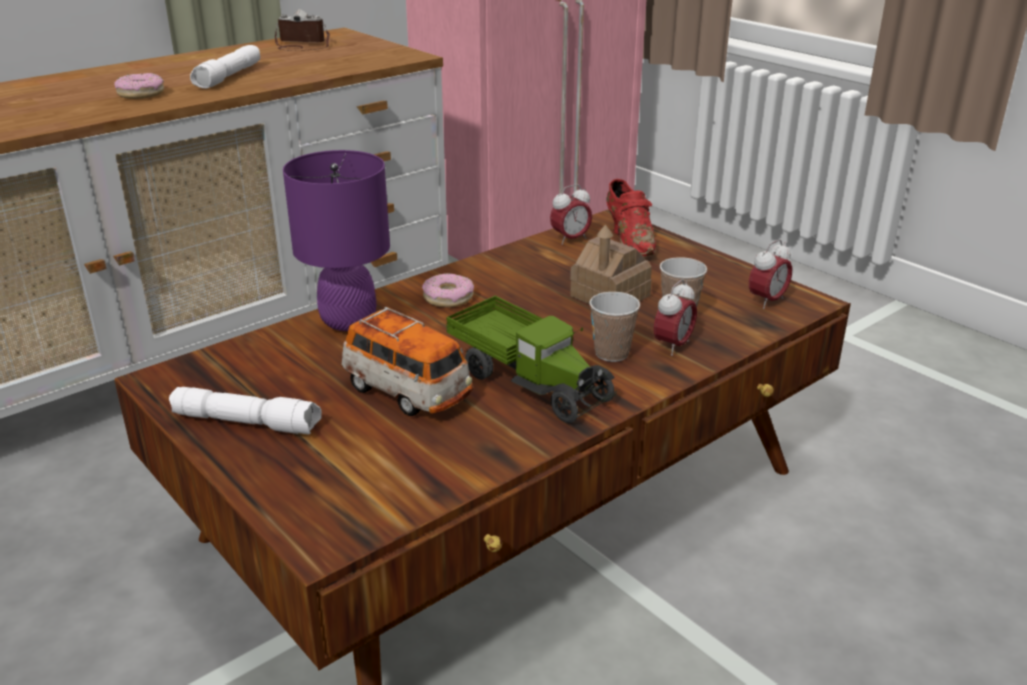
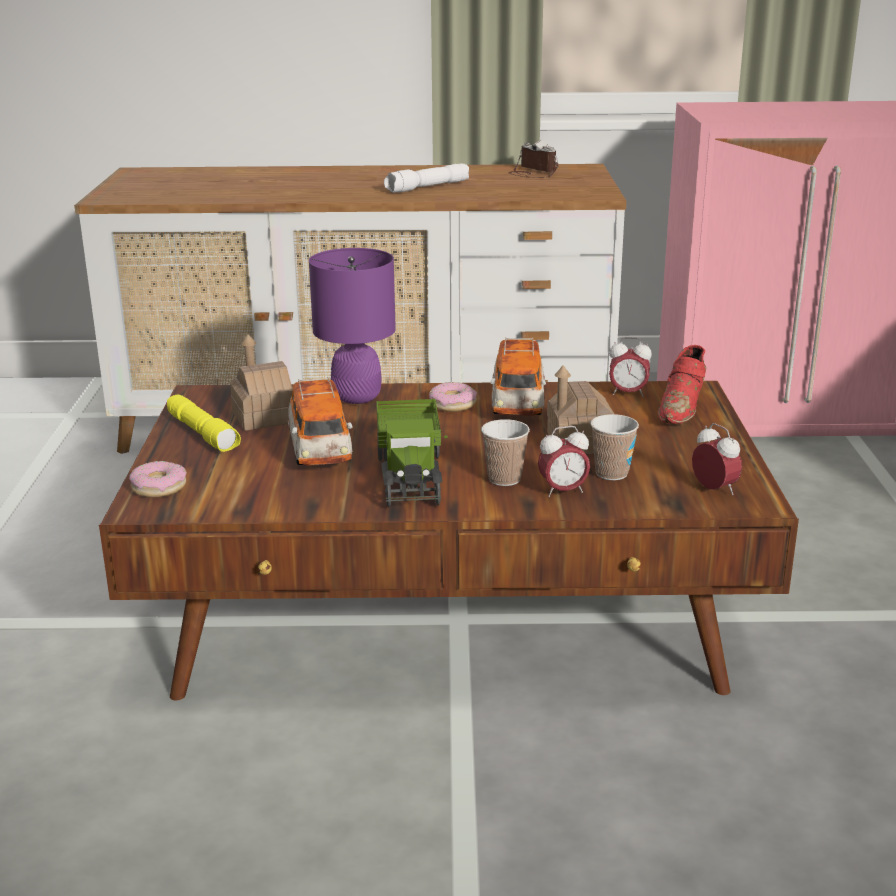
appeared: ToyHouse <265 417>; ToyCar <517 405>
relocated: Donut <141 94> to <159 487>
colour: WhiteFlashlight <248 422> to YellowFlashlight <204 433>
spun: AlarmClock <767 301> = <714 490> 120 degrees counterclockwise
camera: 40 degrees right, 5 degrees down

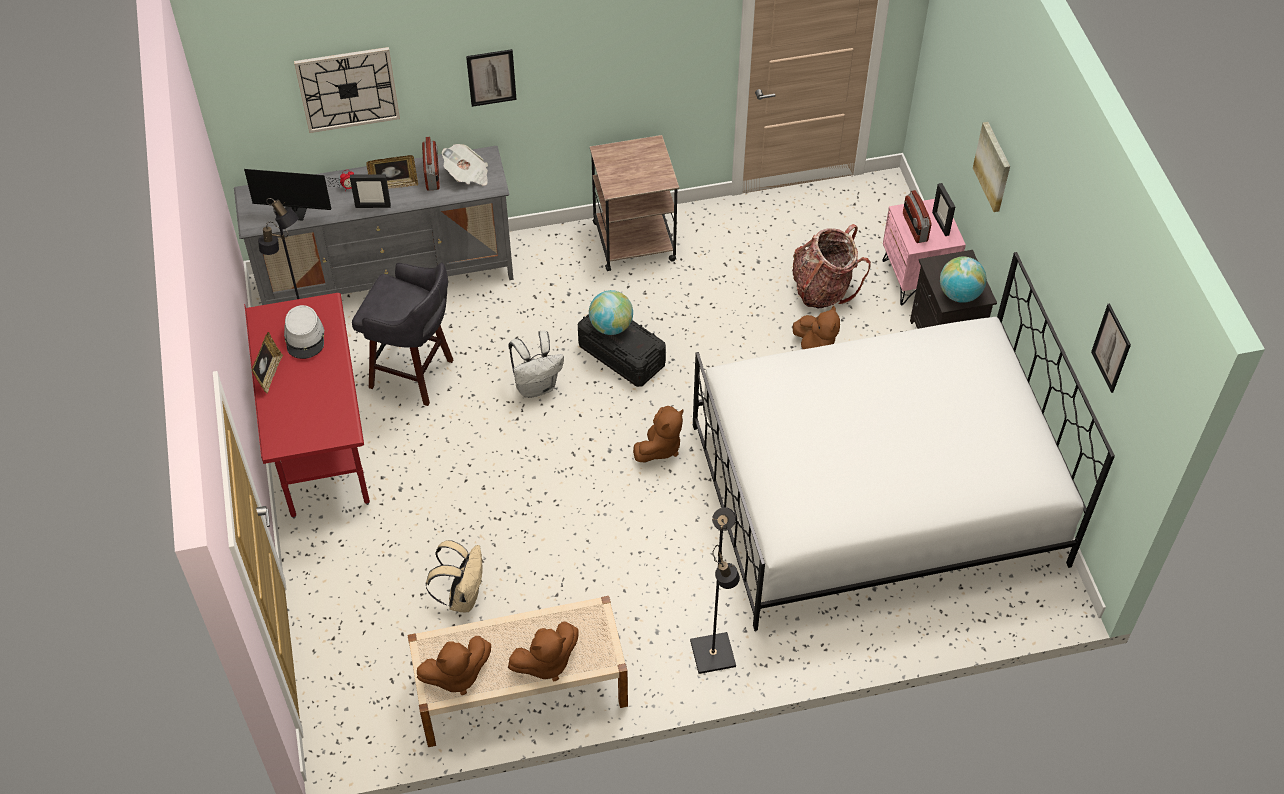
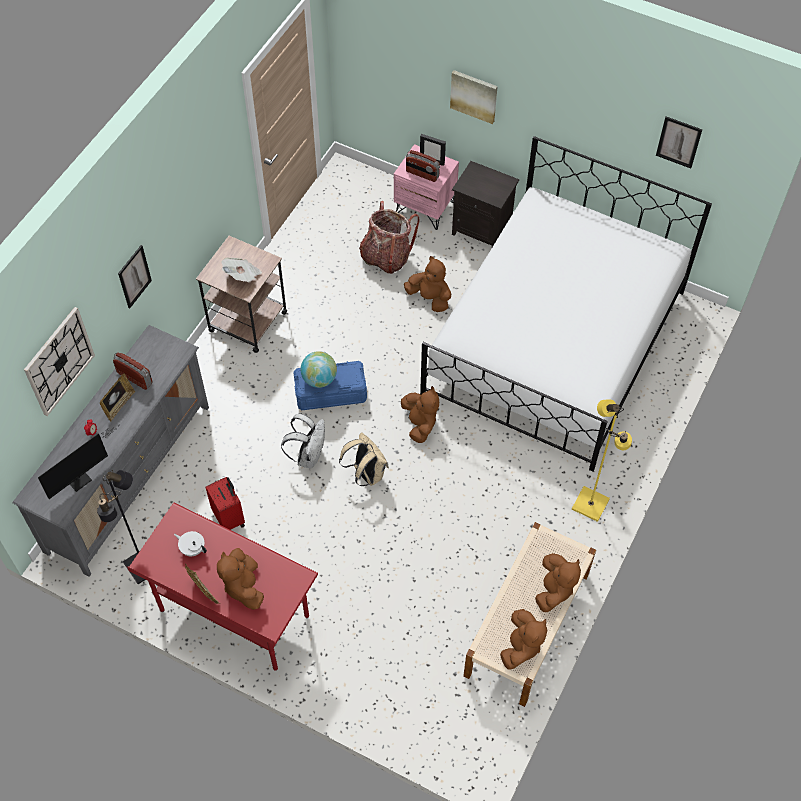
missing: PictureFrame <373 205>; Globe <959 294>
appeared: BrownPlushToy <243 586>
relocated: Newspaper <467 175> to <242 275>; BeigeBackpack <462 596> to <366 474>
exchanged: GreyStool <415 375> to RedSuitcase <229 518>; GreyHat <305 337> to WhiteTeapot <192 548>
colour: BlackStorageBox <621 355> to BlueStorageBox <330 393>; BlackFloorLamp <712 654> to YellowFloorLamp <590 504>
camera: 50 degrees left, 5 degrees up

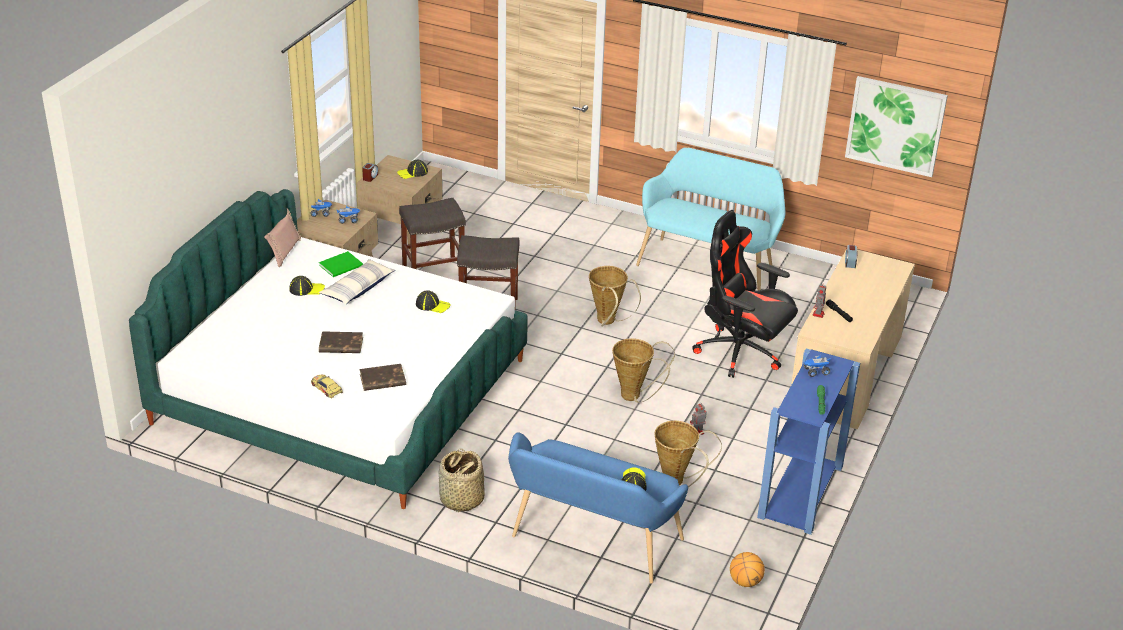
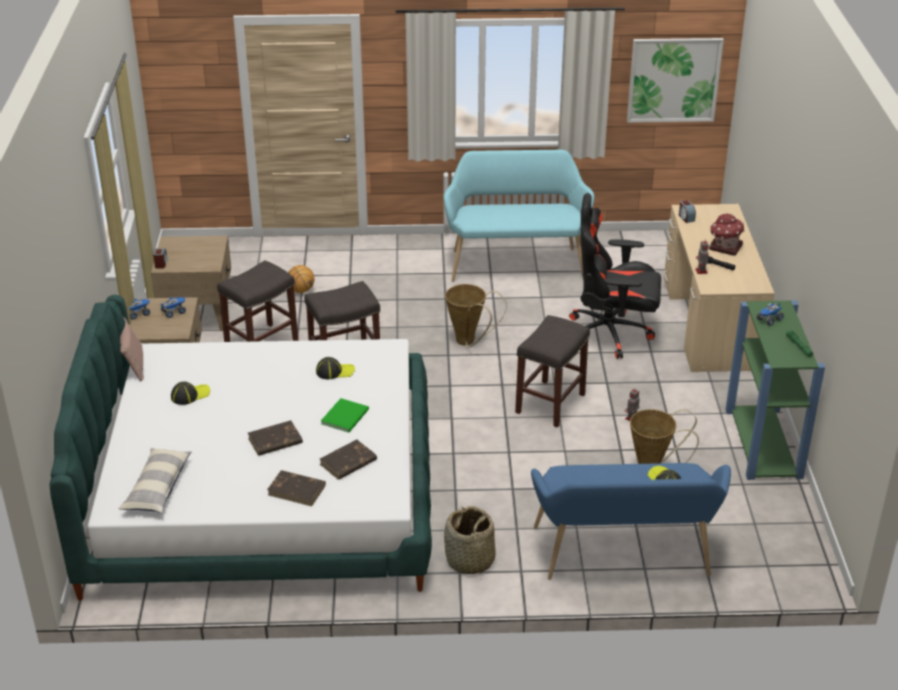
missing: Cap <412 173>
appeared: ToyHouse <725 247>
relocated: GreenBook <342 265> to <346 416>; Pillow <358 288> to <157 488>; Basketball <745 582> to <301 290>
exchanged: Basket <635 396> to GreyStool <550 404>; ToyCar <326 388> to BrownBook <297 490>
colour: BlueBookcase <800 492> to GreenBookcase <763 443>
camera: 25 degrees left, 0 degrees up

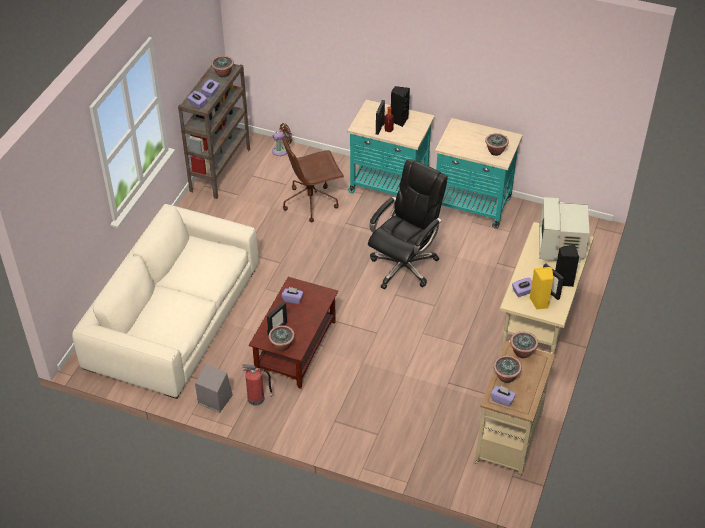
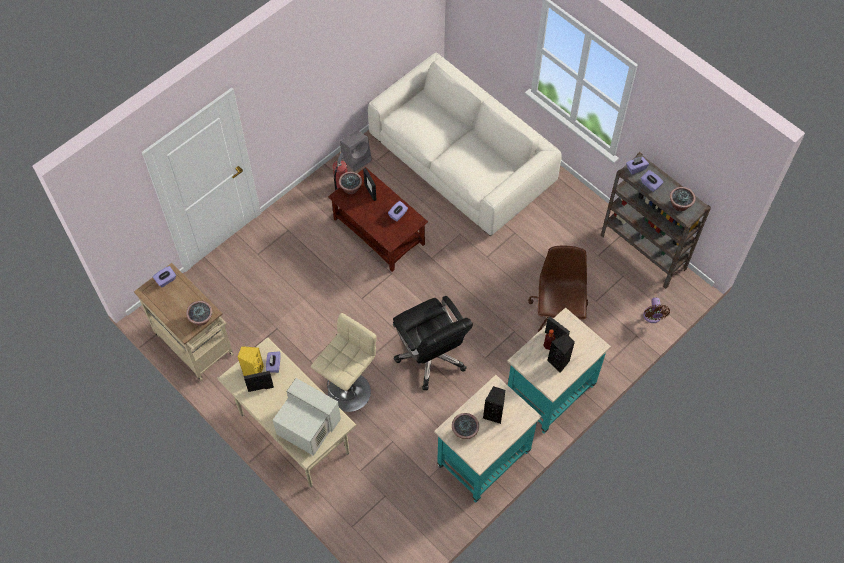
missing: PottedPlant <506 377>
appeared: BeigeStool <349 392>
relocated: BlackSpeaker <563 280> to <494 414>
camera: 115 degrees right, 15 degrees up

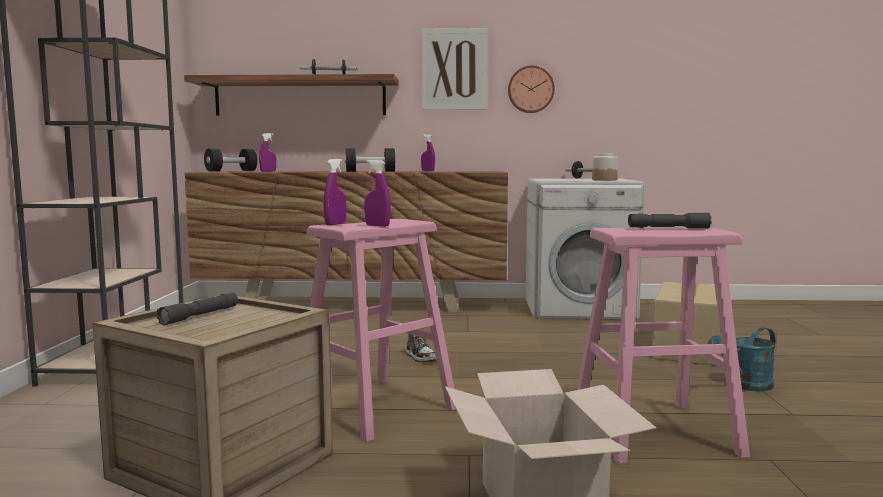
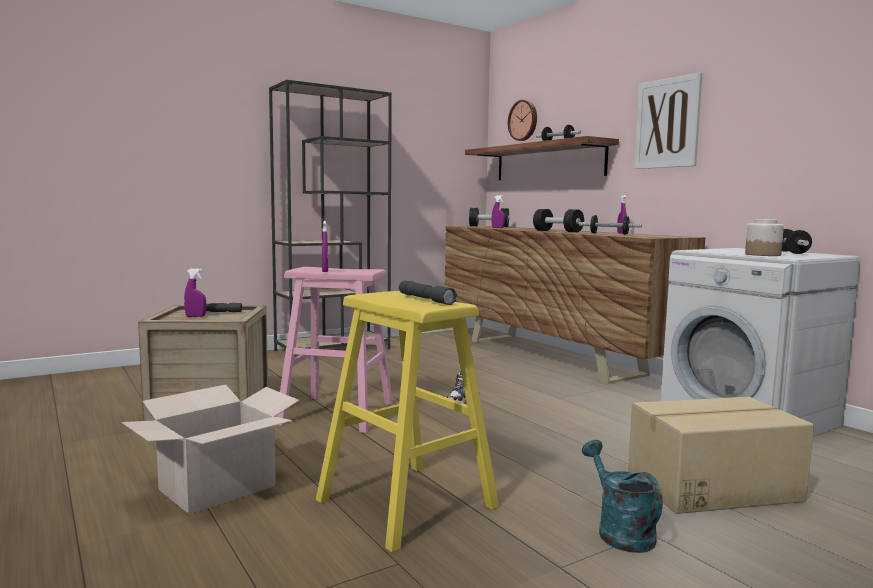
appeared: Dumbbell <609 234>
relocated: WallClock <530 89> to <523 120>; PurpleSprayBottle <335 224> to <195 316>
colour: PinkStool <654 431> to YellowStool <407 503>
spun: TurquoiseWateringCan <745 386> = <619 531> 45 degrees clockwise
camera: 55 degrees right, 0 degrees up

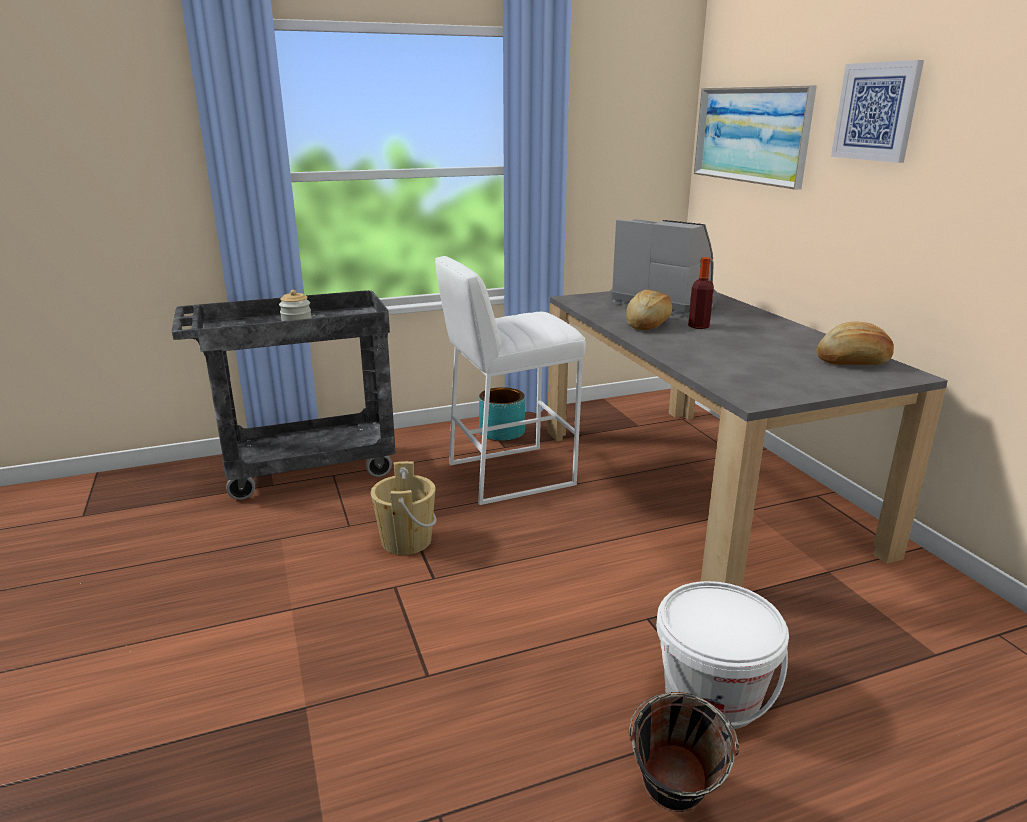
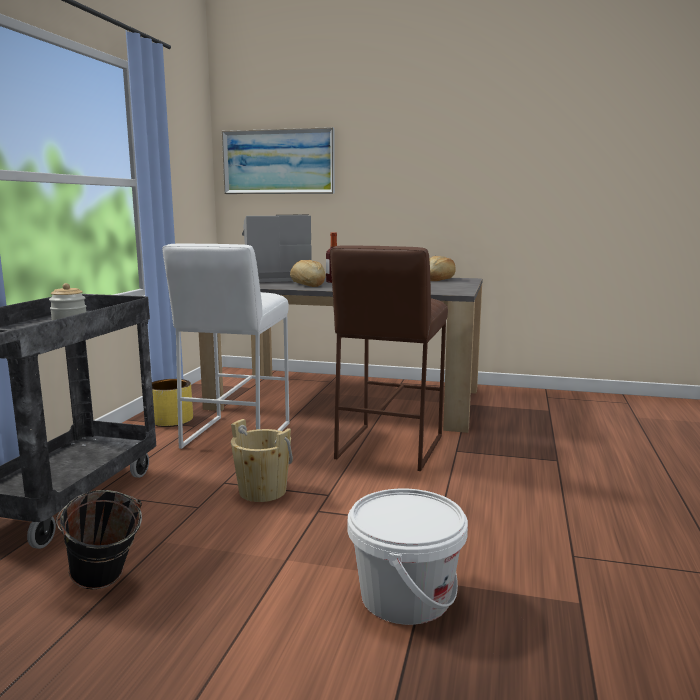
missing: Picture <876 111>
appeared: BrownStool <389 448>
relocated: WhiteBucket <712 694> to <405 596>; BlackBucket <672 807> to <104 585>
colour: TurquoisePlanter <502 433> to YellowPlanter <171 420>
camera: 55 degrees left, 10 degrees down

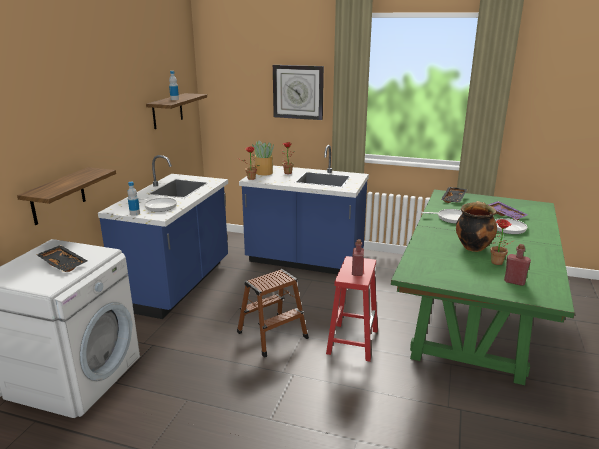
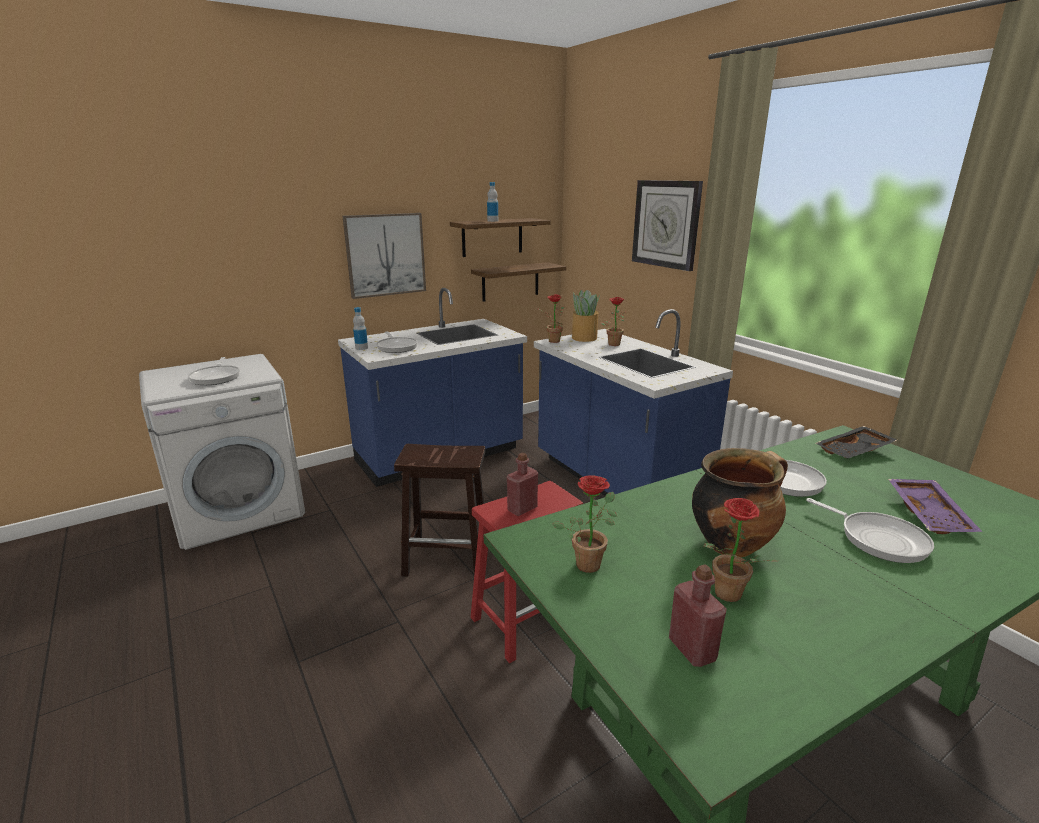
appeared: Picture <385 255>; PottedPlant <589 561>
relocated: Shelf <58 196> to <510 281>
exchanged: BlackTray <64 263> to FryingPan <216 377>; BrownStepLadder <272 334> to BrownStool <448 558>
camera: 40 degrees right, 0 degrees up

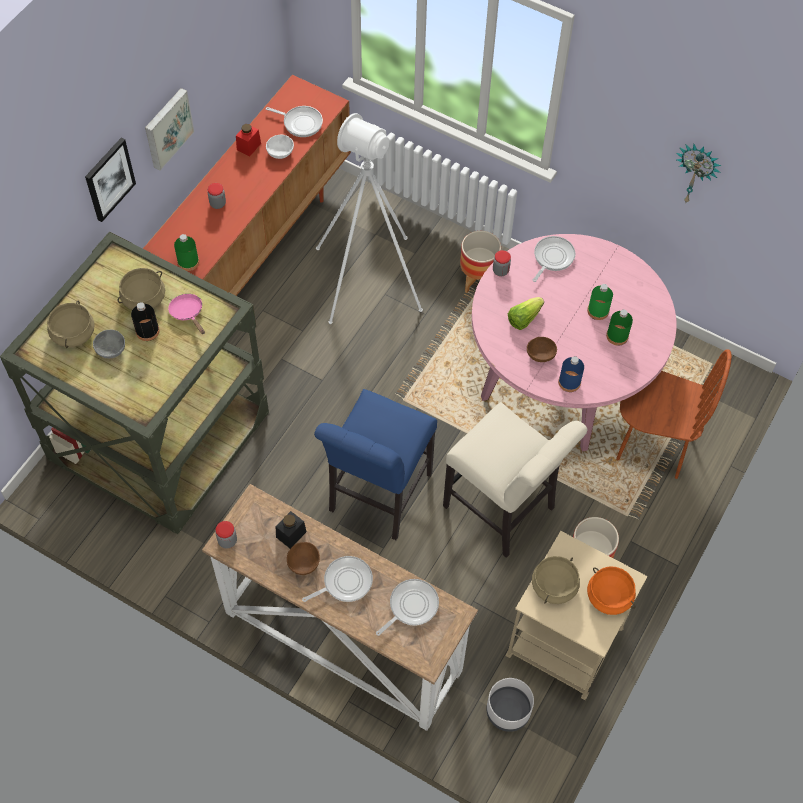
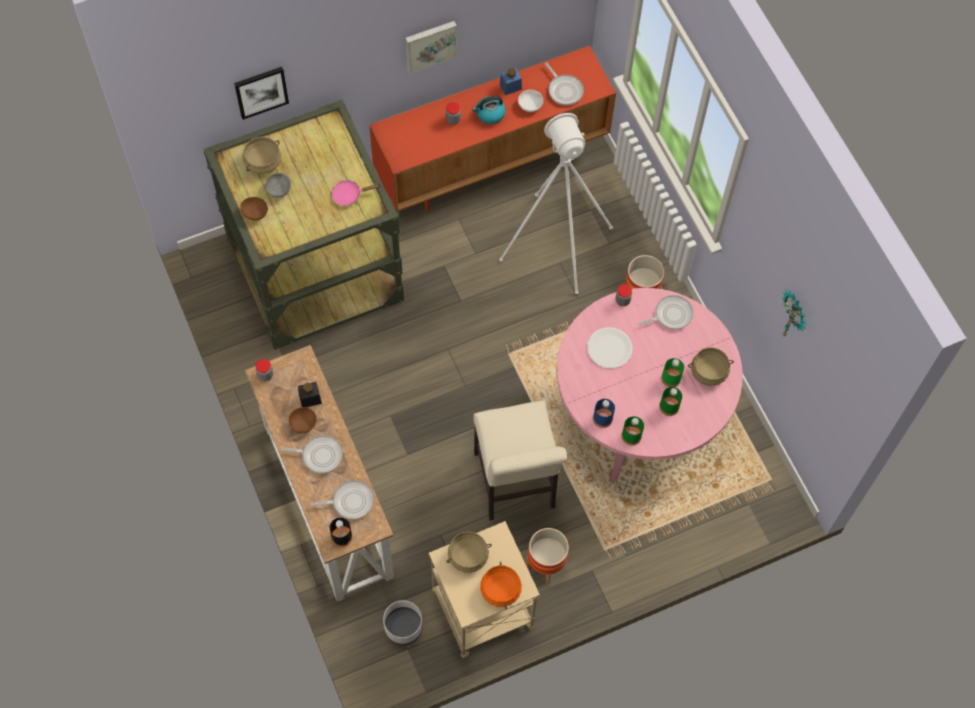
missing: BrownChair <653 444>; BlueStool <376 497>
appeared: Kettle <489 114>
relocated: Picture <109 179> to <261 91>; GreenBottle <188 262> to <631 436>; BeigeCookingPot <143 298> to <709 371>; BlackBottle <147 331> to <341 536>; BrownBowl <540 354> to <255 212>
exchanged: Lettuce <524 318> to WhitePlate <609 348>
colour: RedJar <249 146> to BlueJar <510 86>
spun: PinkFryingPan <188 313> = <349 195> 105 degrees counterclockwise
camera: 35 degrees right, 5 degrees up

